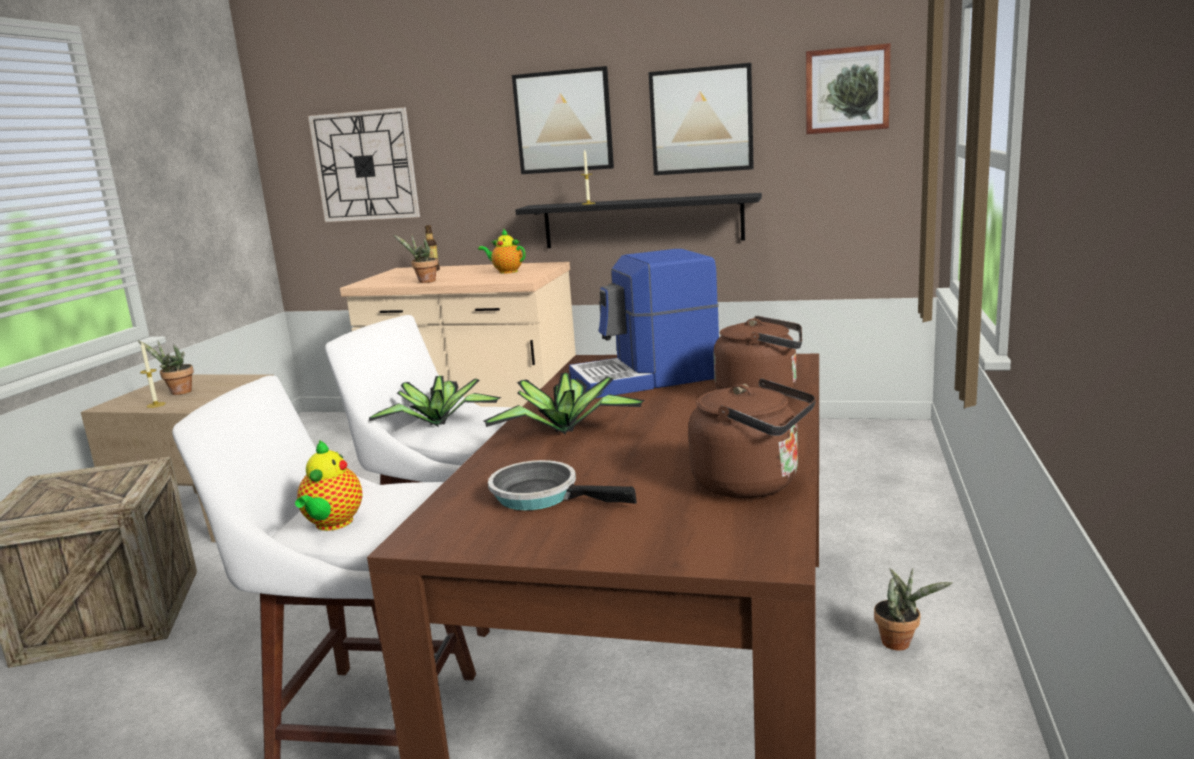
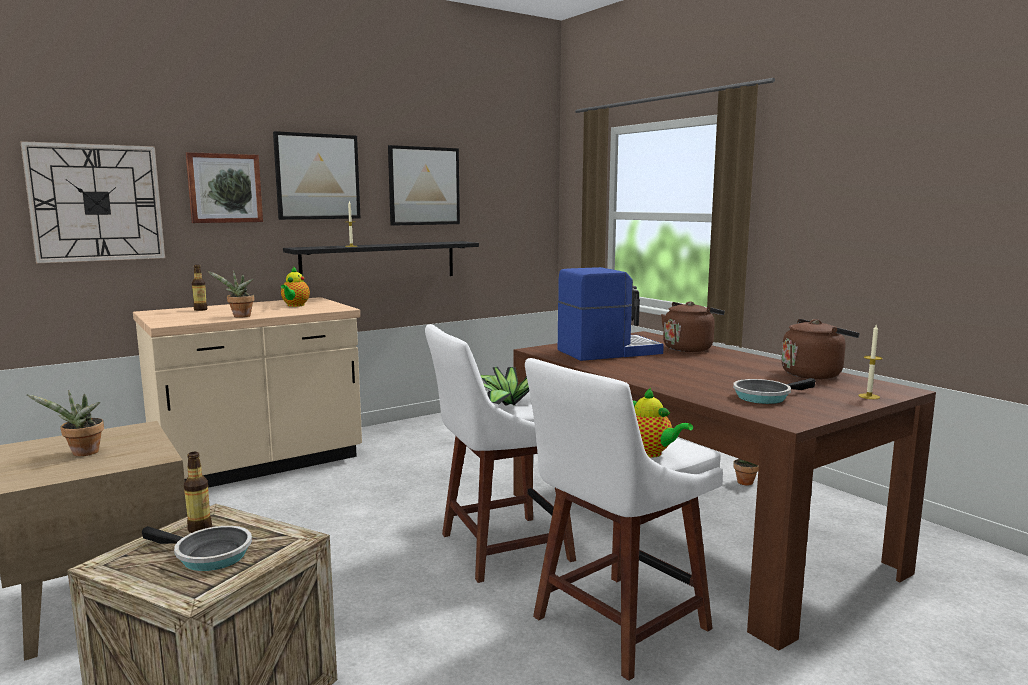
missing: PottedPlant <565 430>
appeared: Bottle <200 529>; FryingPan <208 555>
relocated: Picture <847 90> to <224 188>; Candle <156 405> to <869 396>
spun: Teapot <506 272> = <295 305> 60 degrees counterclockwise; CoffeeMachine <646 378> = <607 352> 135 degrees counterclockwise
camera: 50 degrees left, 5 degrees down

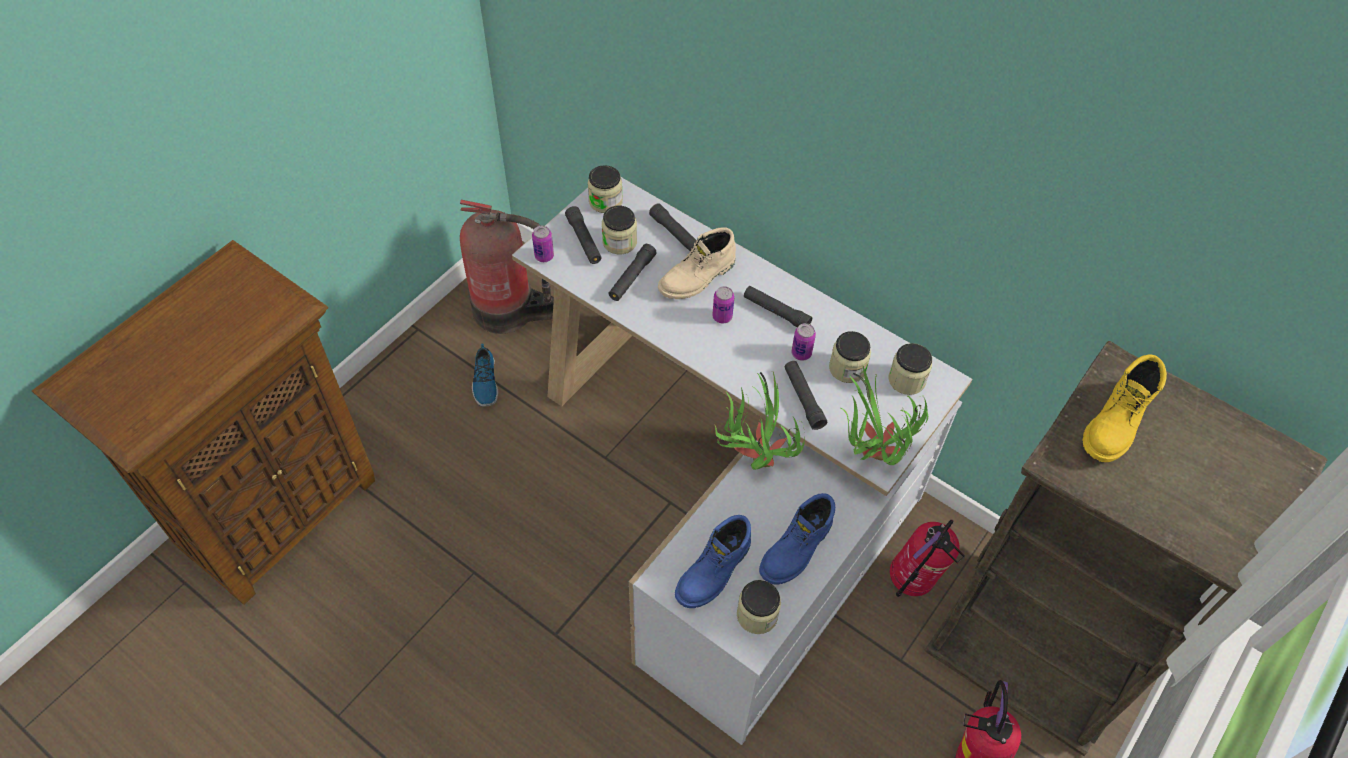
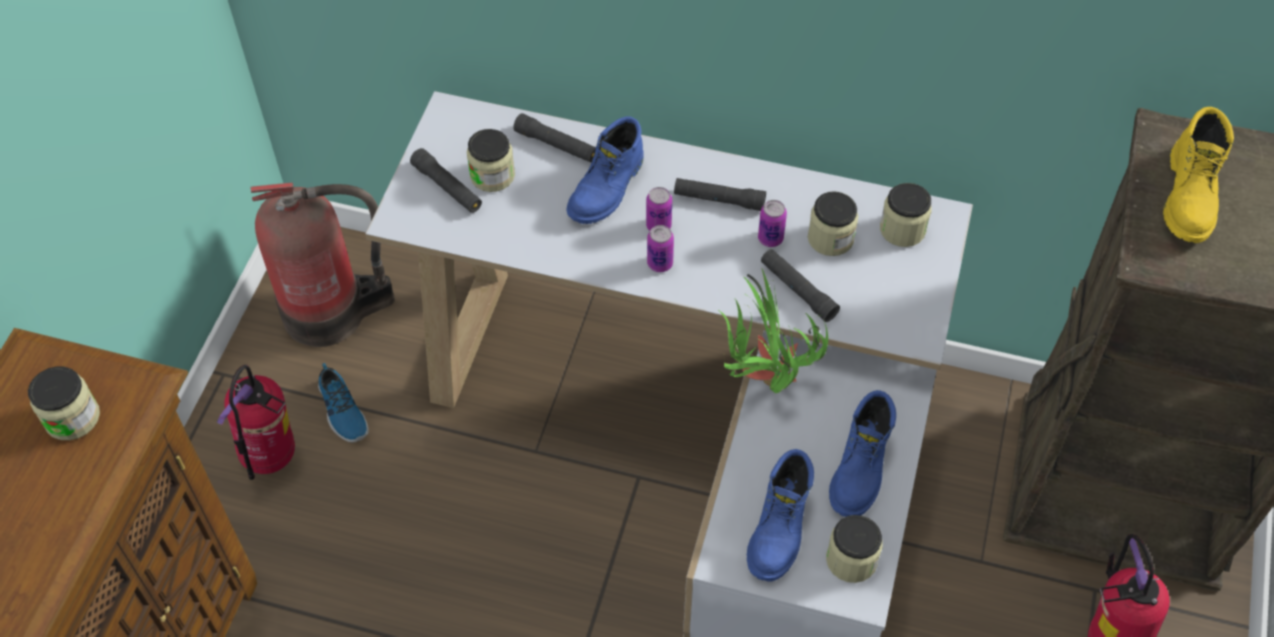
missing: BlackFlashlight <632 277>; PottedPlant <869 457>
relocated: Jar <605 201> to <72 417>; Can <544 256> to <660 263>; FireExtinguisher <912 583> to <271 459>
colour: BeigeBoot <698 278> to BlueBoot <608 189>
camera: 20 degrees left, 0 degrees up

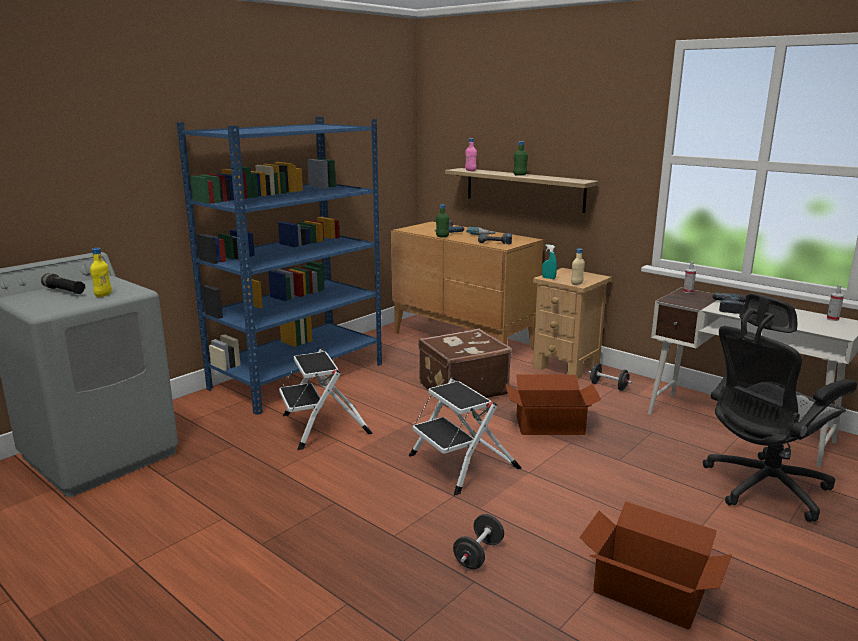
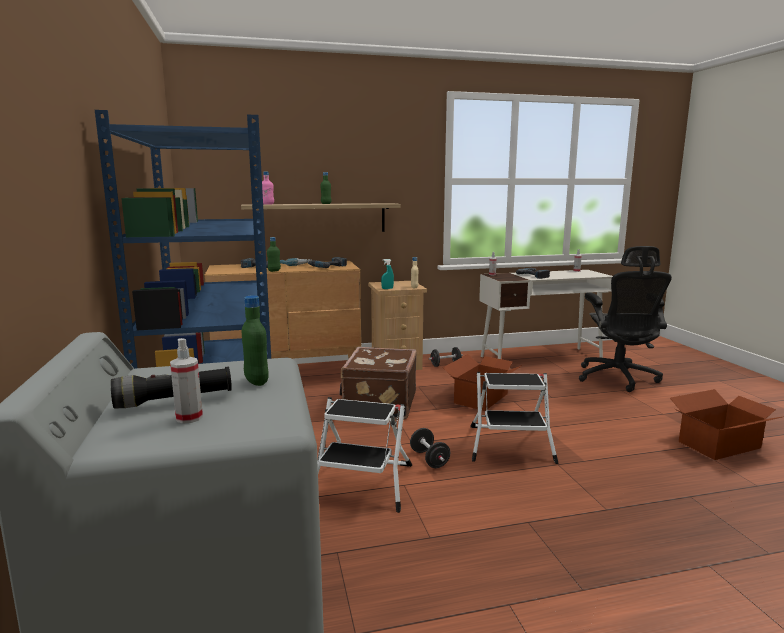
appeared: SprayBottle <189 418>
relocated: BlackDumbbell <478 554> to <429 459>
colour: YellowBottle <103 295> to GreenBottle <256 381>
camera: 55 degrees left, 5 degrees down

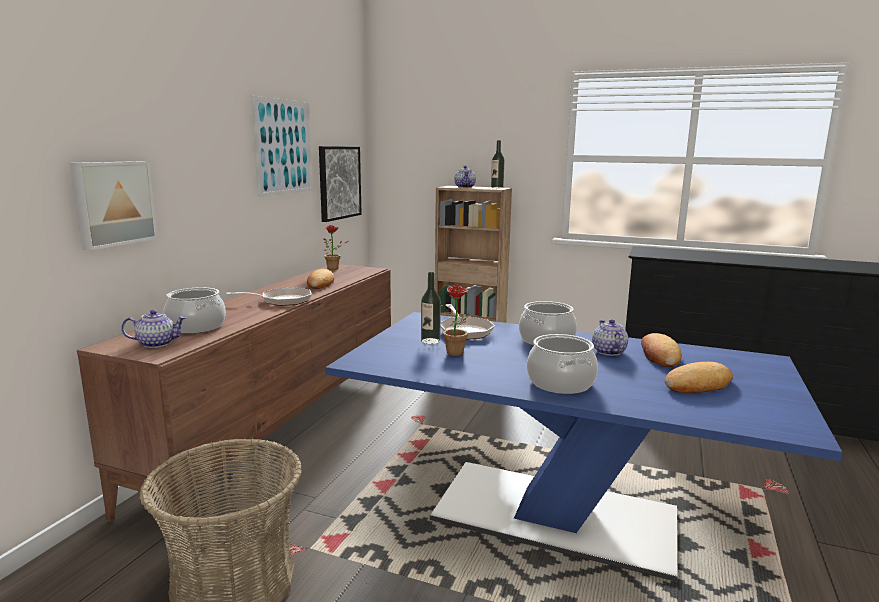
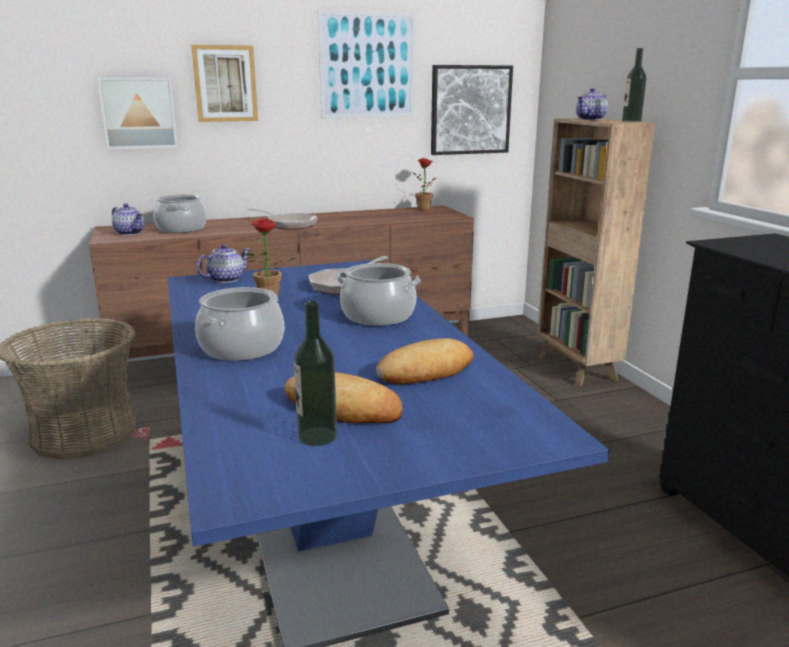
missing: Bread <320 283>
appeared: Picture <225 84>
relocated: Bottle <430 341> to <317 436>; Teapot <608 351> to <226 279>
camera: 50 degrees right, 5 degrees up

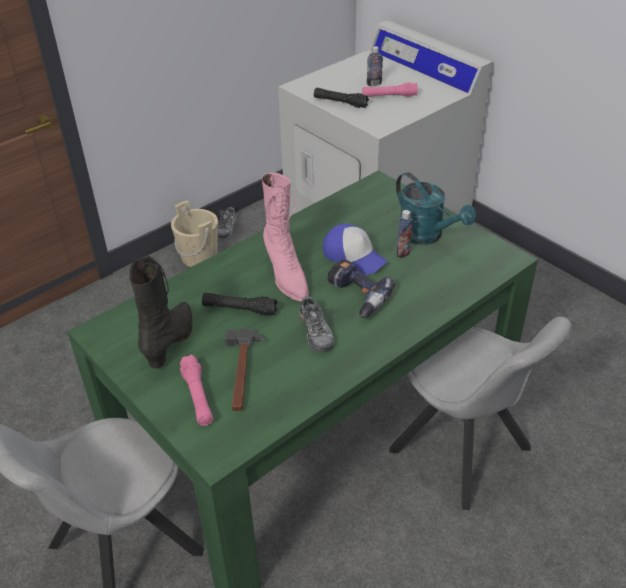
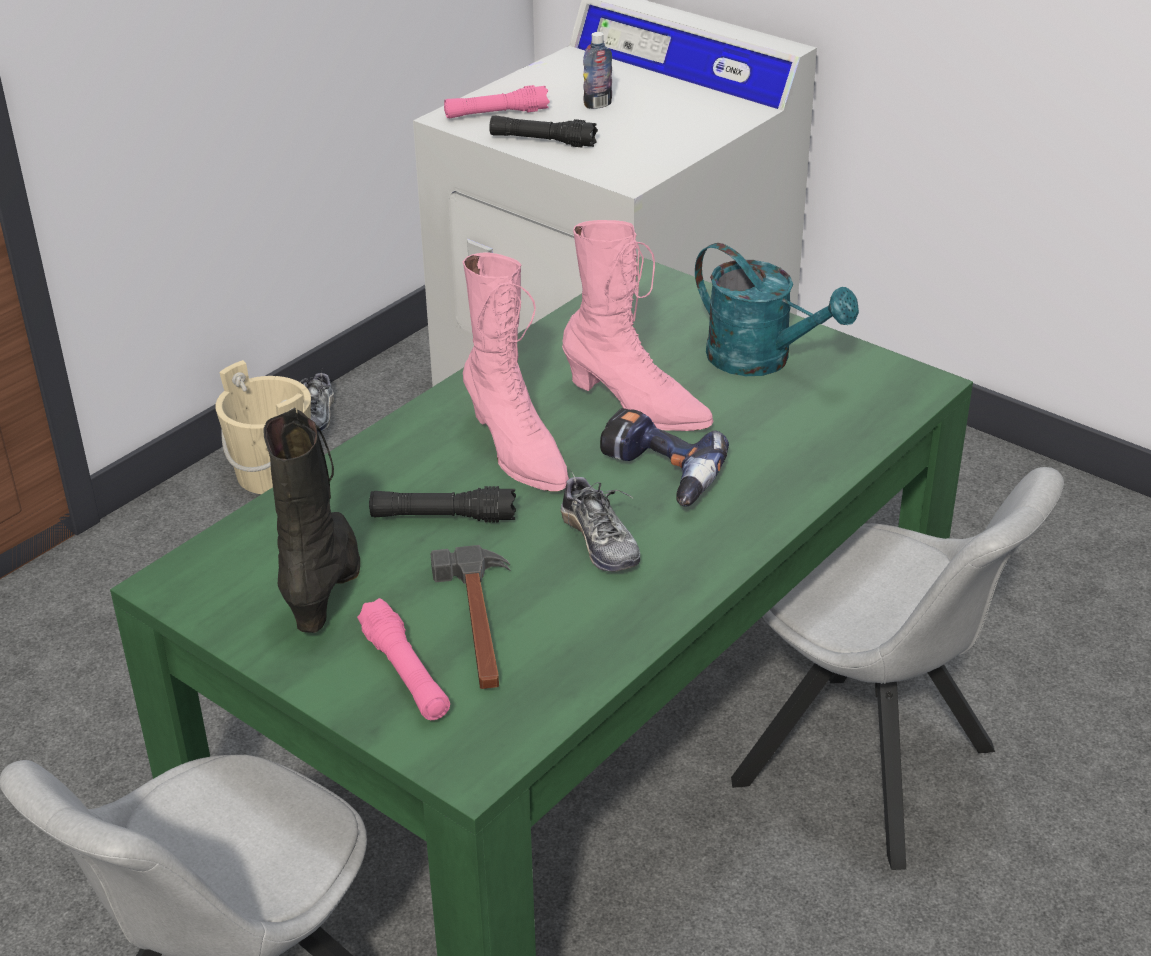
missing: Bottle <403 252>
relocated: PinkFlashlight <389 96> to <496 114>
exchanged: Cap <354 256> to PinkBoot <635 407>
camera: 10 degrees left, 5 degrees down

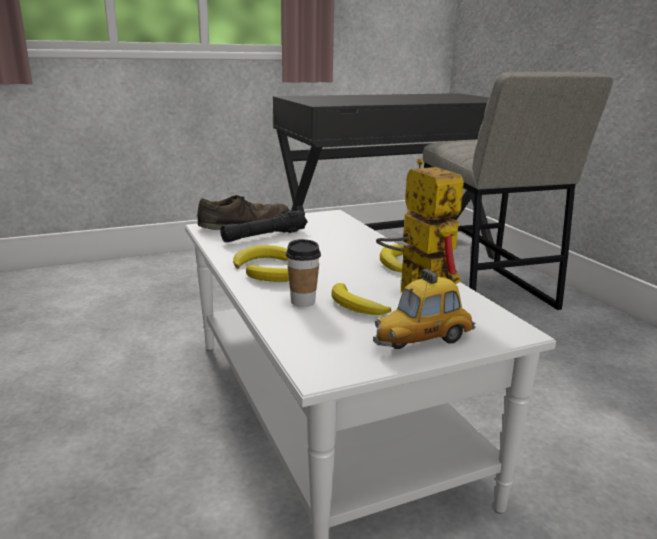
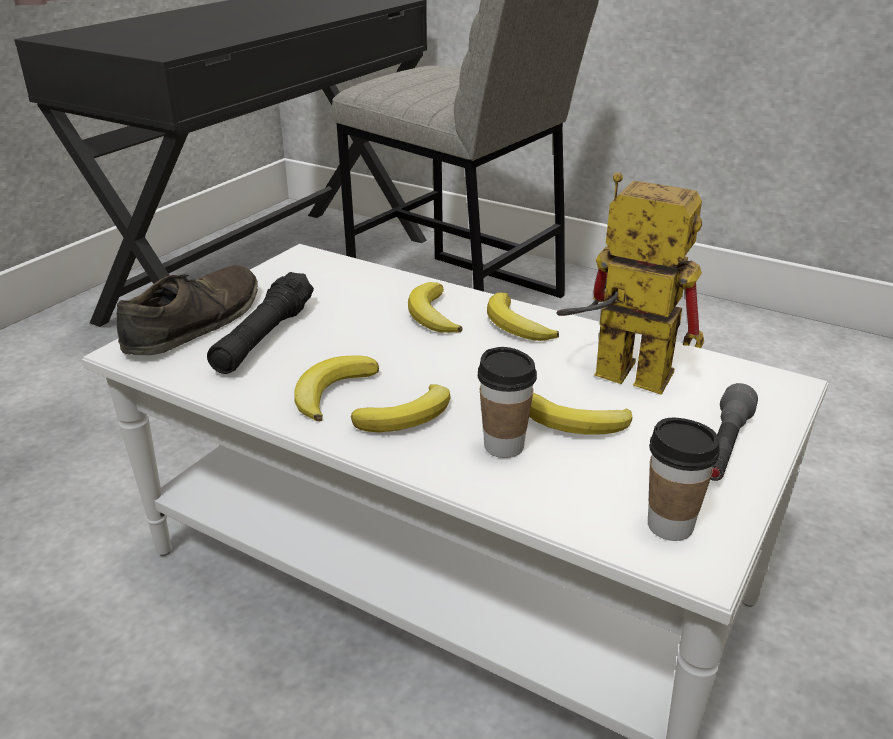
appeared: Banana <432 315>; Cup <670 525>
exchanged: ToyCar <422 341> to GreyFlashlight <725 447>
camera: 35 degrees left, 10 degrees up

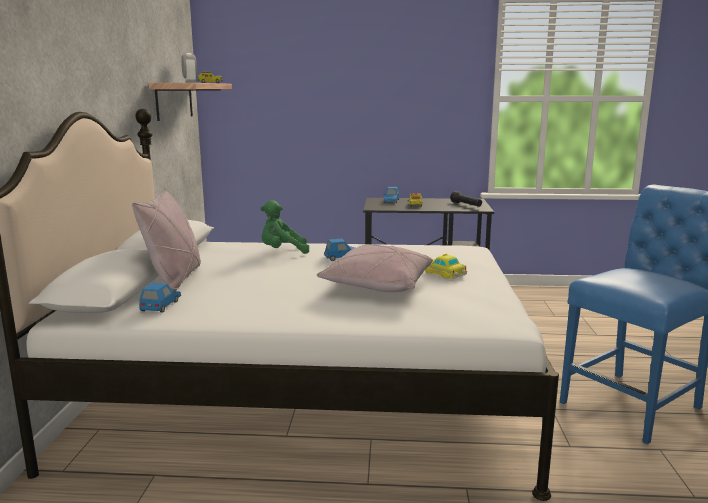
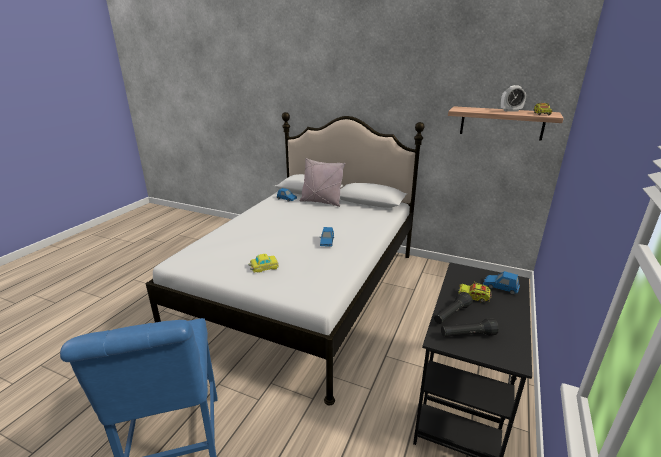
missing: GreenPlushToy <282 252>; PurplePillow <377 285>
appeared: BlackFlashlight <451 314>
camera: 110 degrees right, 10 degrees up

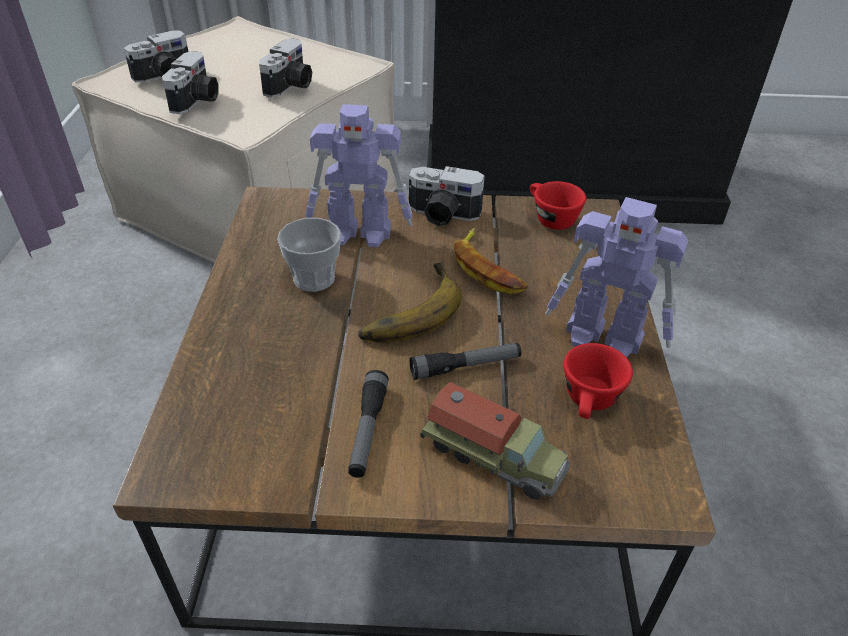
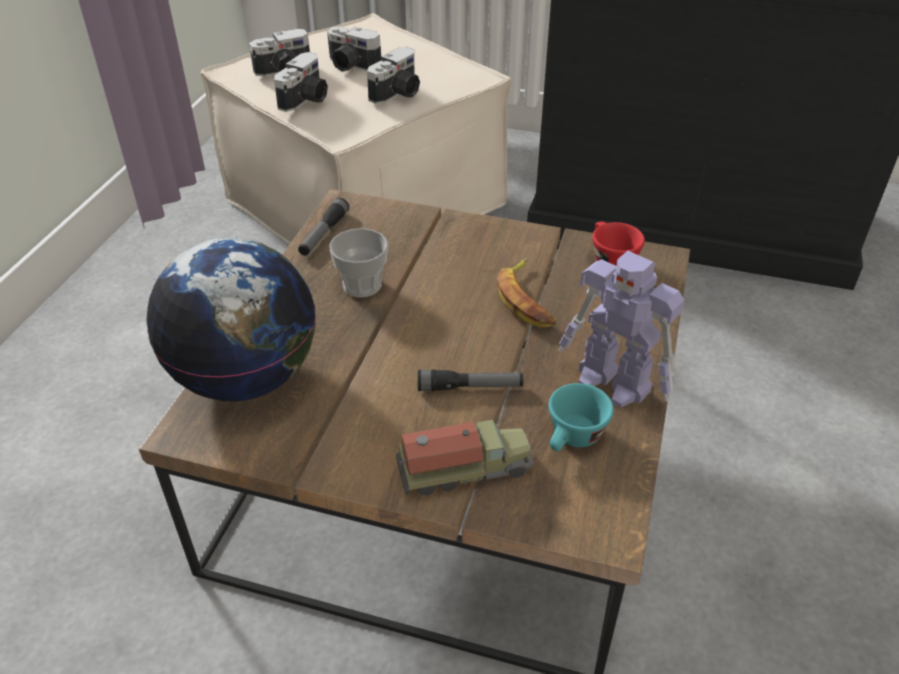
missing: ToyRobot <361 233>; Banana <406 310>
appeared: Globe <246 377>
relocated: PhotoCamera <442 215> to <351 66>; Flashlight <367 430> to <324 234>
colour: RedCup <590 402> to TurquoiseCup <573 439>
spun: ToyTruck <494 456> = <465 469> 60 degrees counterclockwise
camera: 15 degrees right, 0 degrees up

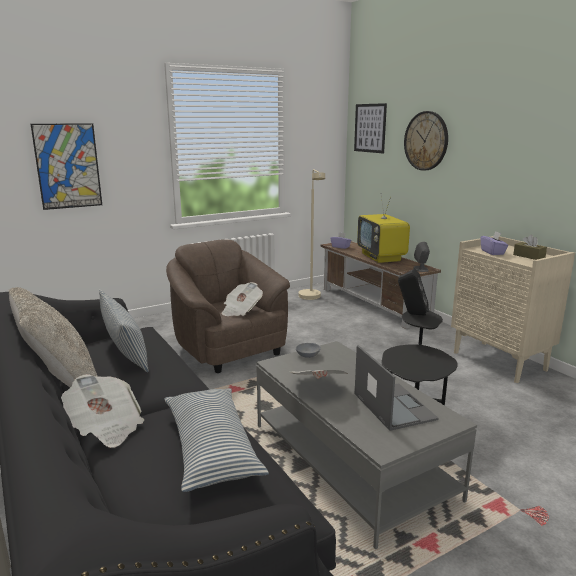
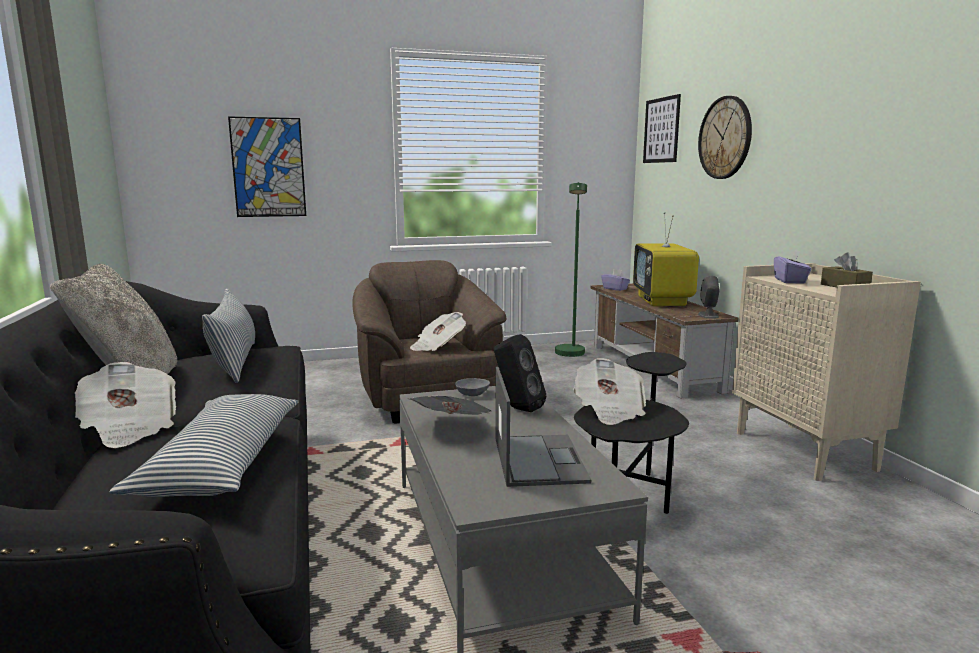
appeared: Newspaper <609 410>
relocated: BlackSpeaker <411 314> to <517 408>
colour: BeigeFloorLamp <311 298> to GreenFloorLamp <570 355>
camera: 15 degrees right, 5 degrees down

